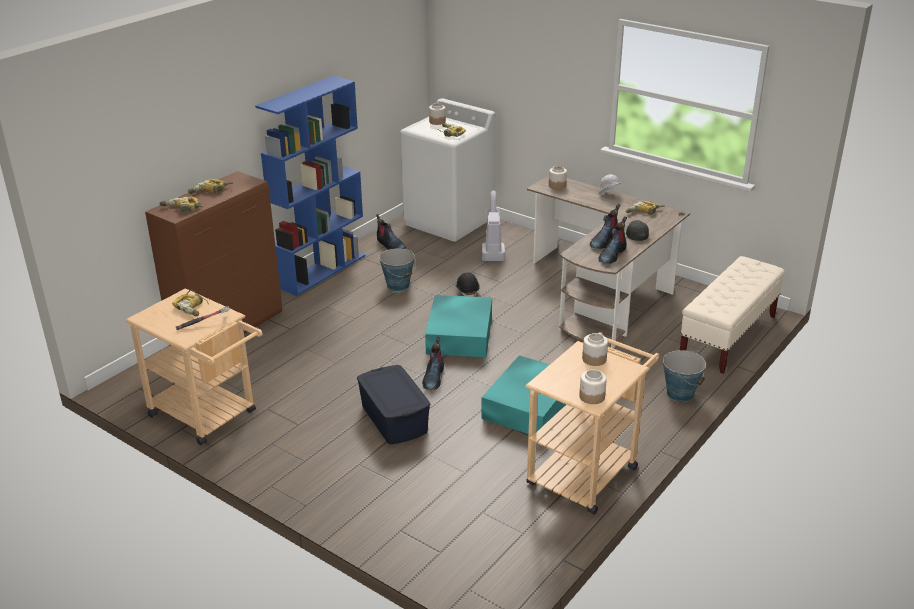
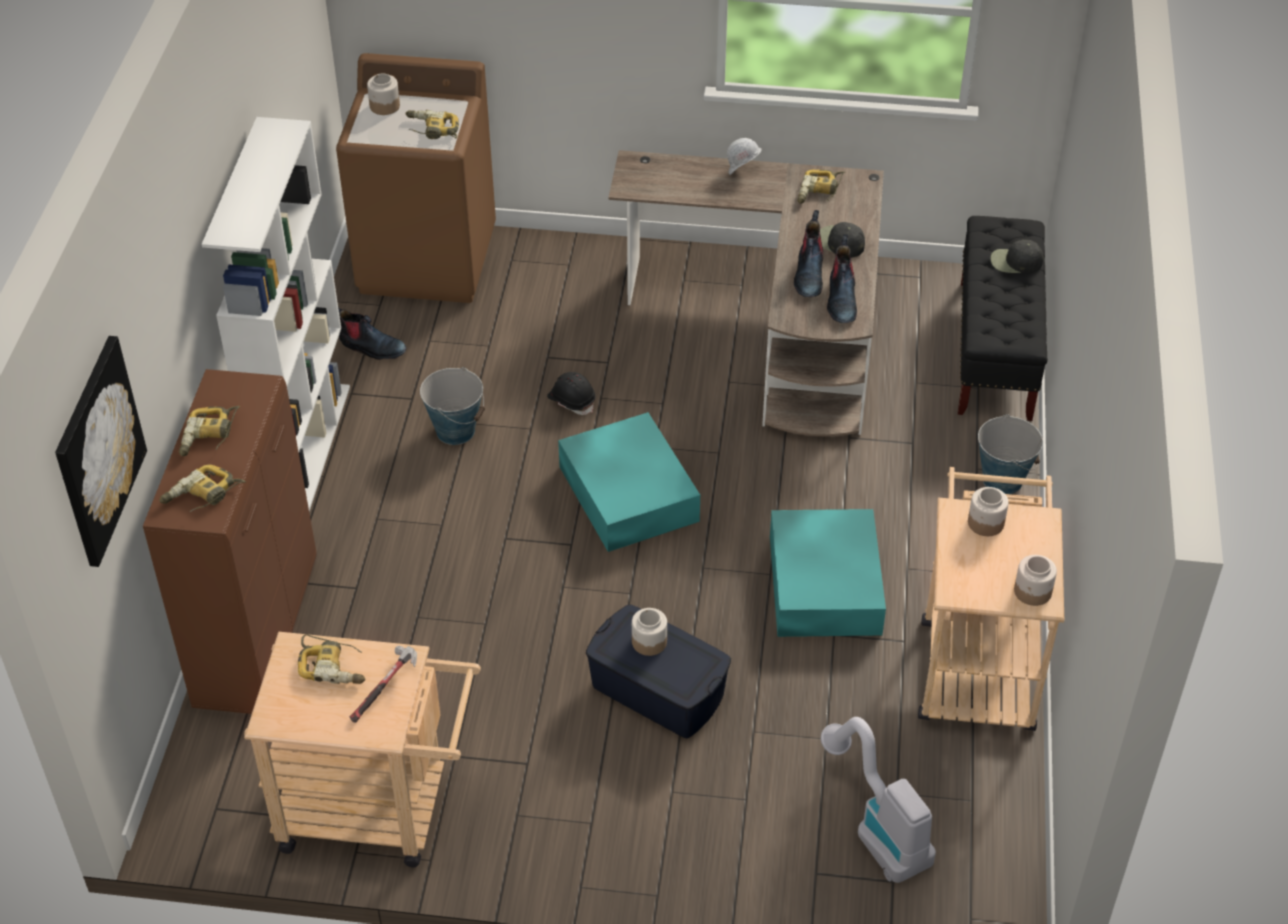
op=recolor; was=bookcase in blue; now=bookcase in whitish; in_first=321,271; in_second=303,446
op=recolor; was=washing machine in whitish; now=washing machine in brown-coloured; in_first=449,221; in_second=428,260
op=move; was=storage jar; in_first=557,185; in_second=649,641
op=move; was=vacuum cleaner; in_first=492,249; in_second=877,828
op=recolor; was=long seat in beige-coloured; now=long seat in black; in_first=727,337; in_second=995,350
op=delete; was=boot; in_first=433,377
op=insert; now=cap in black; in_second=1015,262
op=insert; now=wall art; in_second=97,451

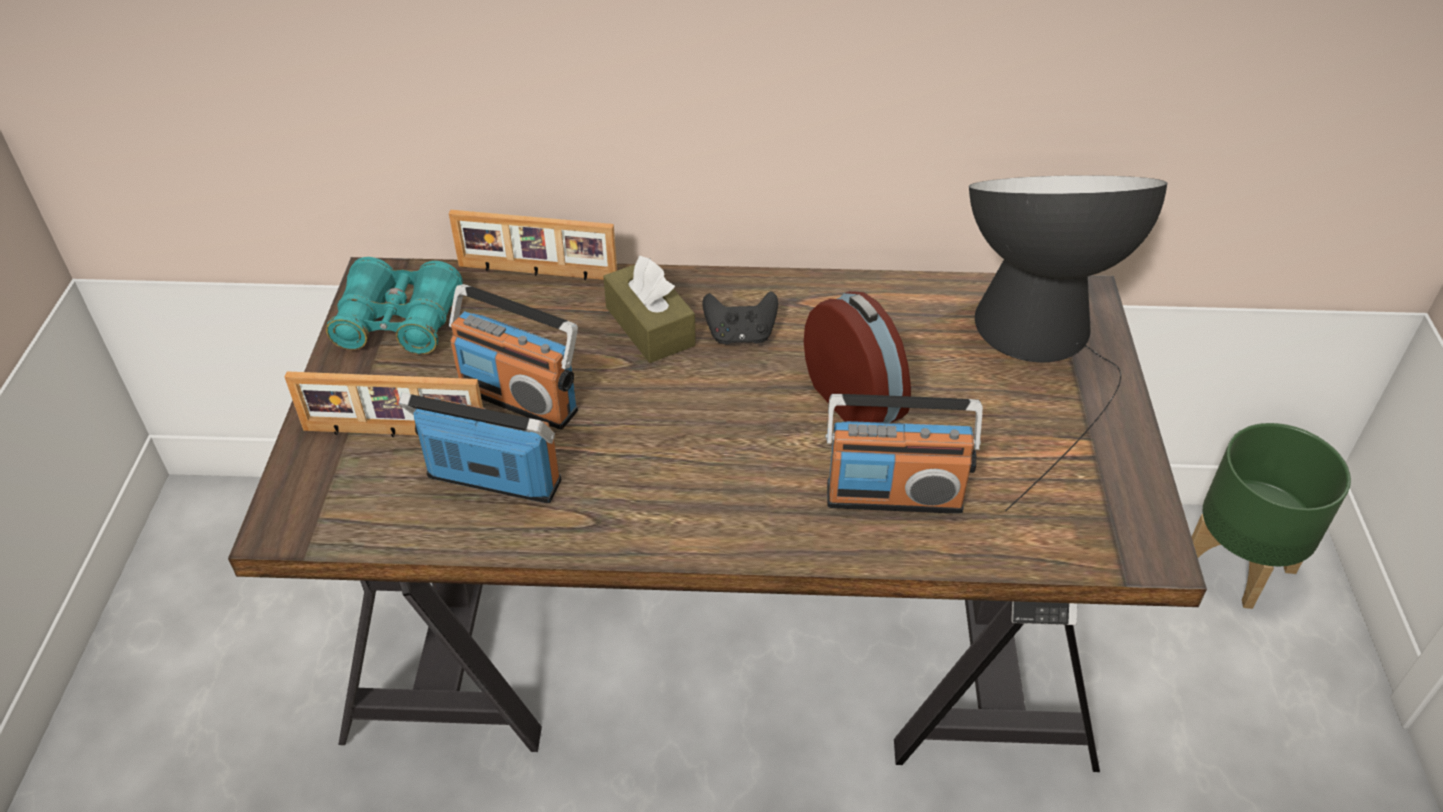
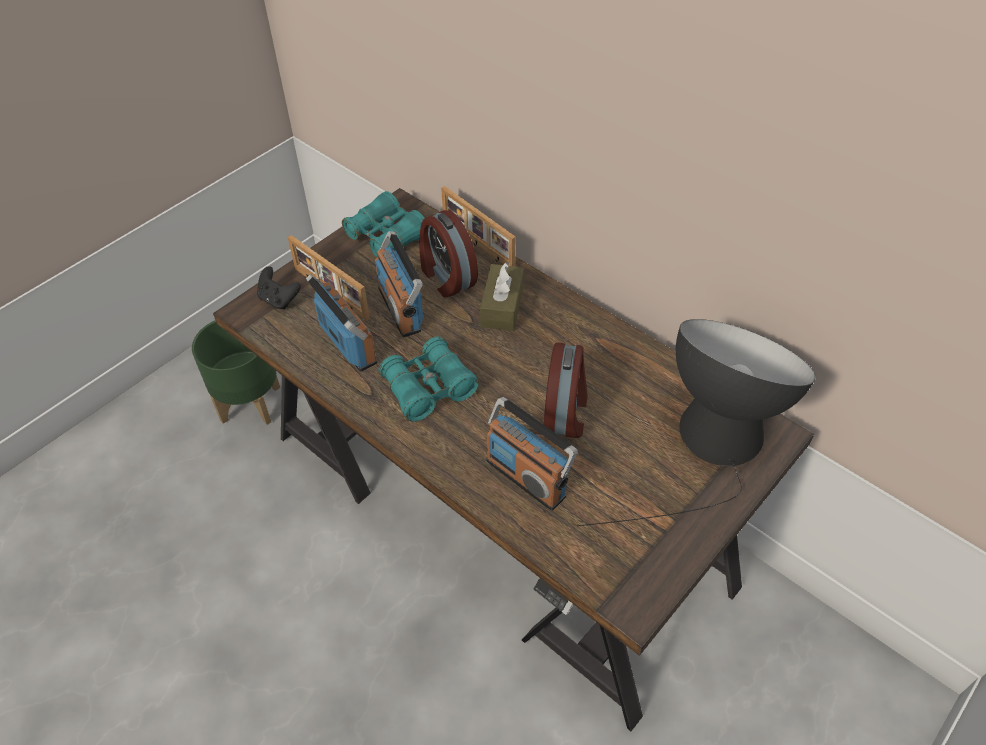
op=move; was=joypad in black; in_first=740,335; in_second=279,300
op=move; was=planter in green-coloured; in_first=1240,565; in_second=250,404
op=insert; now=bedside clock; in_second=446,277
op=insert; now=pair of binoculars in turquoise; in_second=429,388

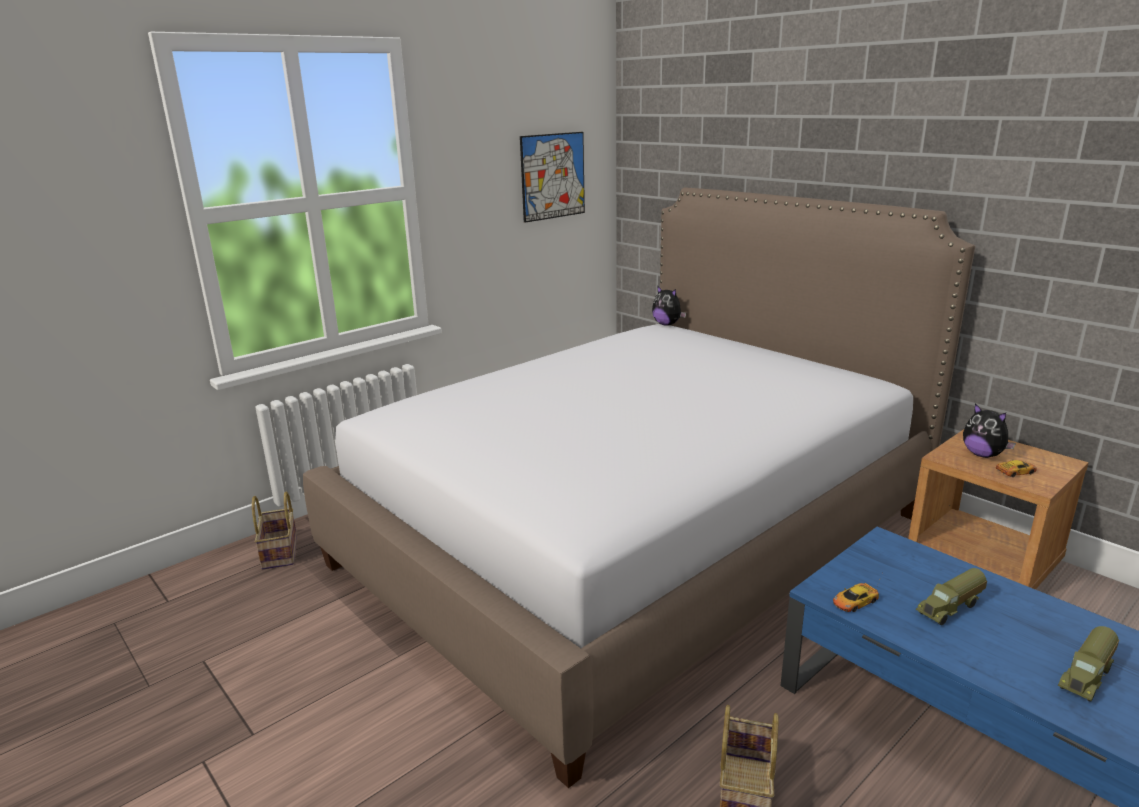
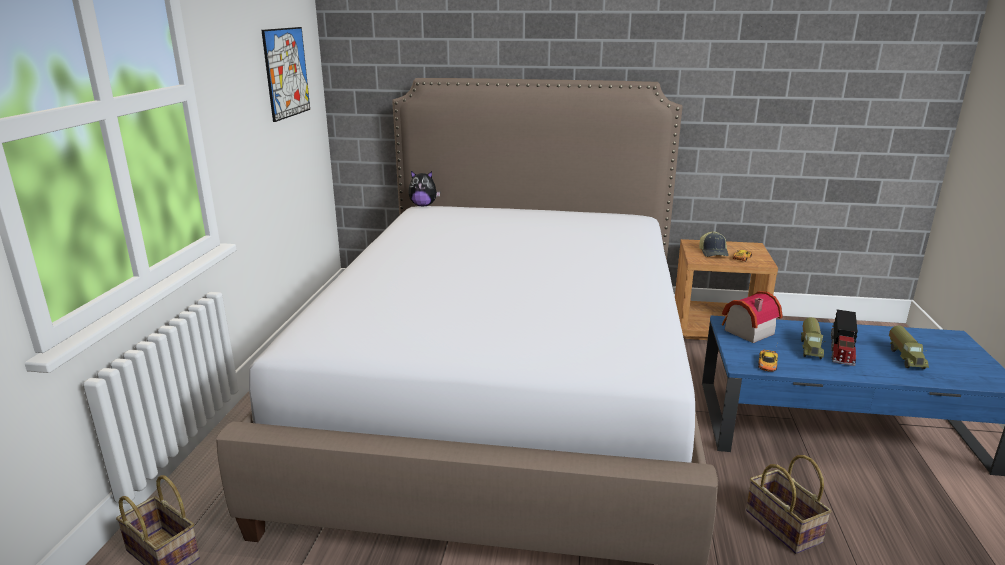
op=replace; was=plush toy; now=cap; in_first=983,455; in_second=713,252
op=insert; now=miniature house; in_second=746,331
op=insert; now=model truck; in_second=842,349

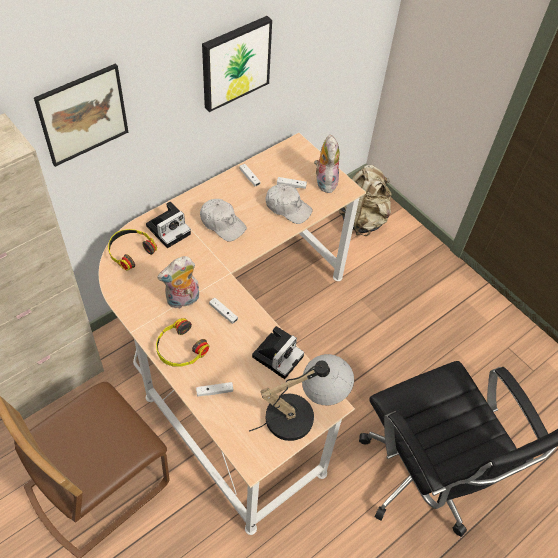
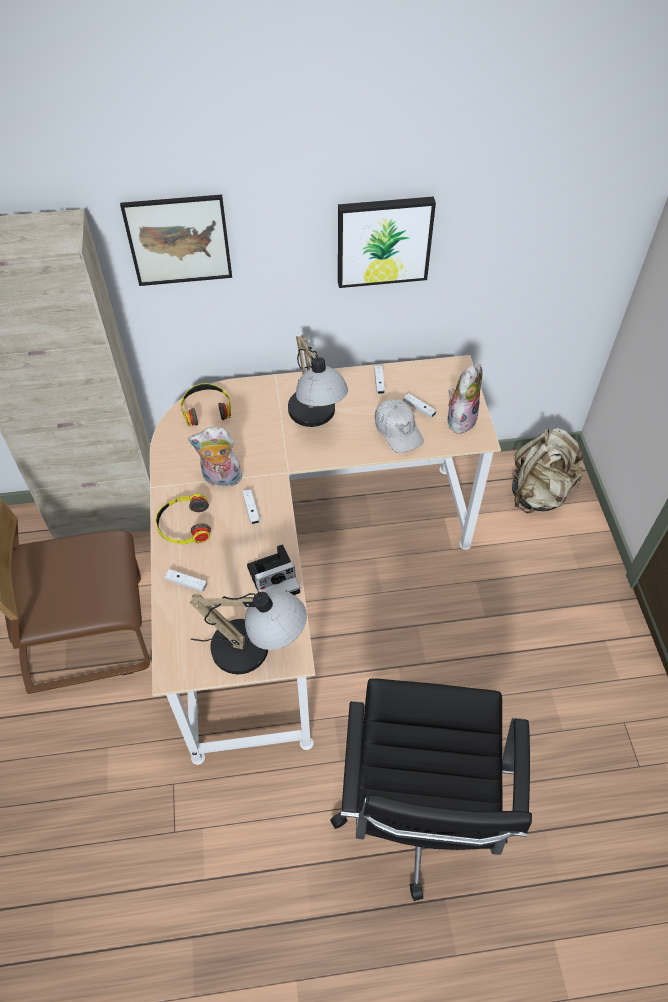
op=replace; was=cap in whitish; now=table lamp; in_first=222,223; in_second=316,419
op=delete; was=photo camera; in_first=169,229

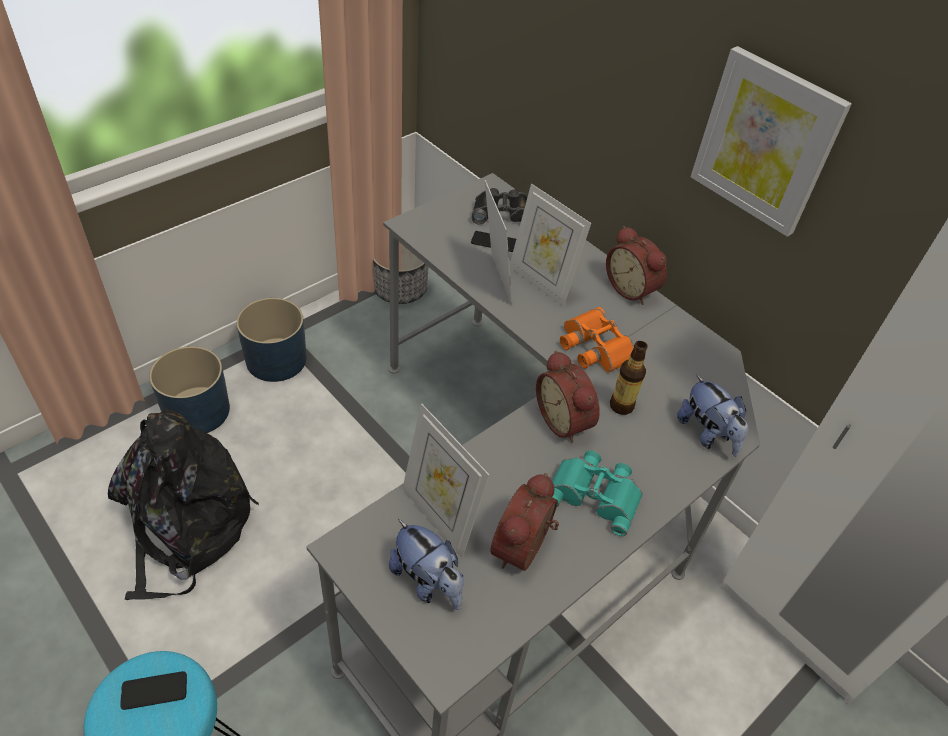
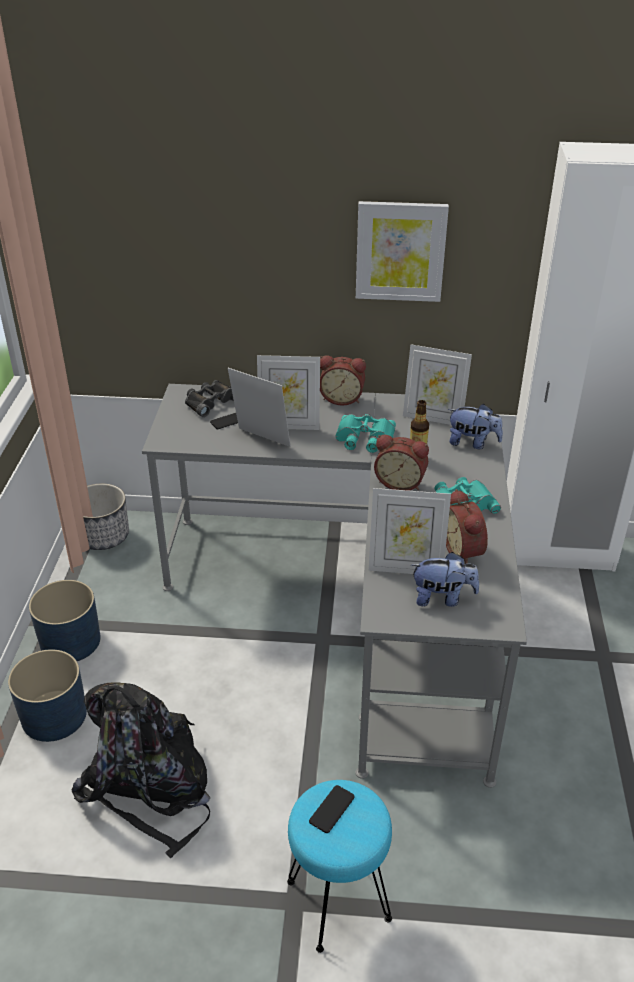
op=recolor; was=pair of binoculars in orange-coloured; now=pair of binoculars in turquoise; in_first=594,346; in_second=364,438
op=insert; now=photo frame; in_second=433,418

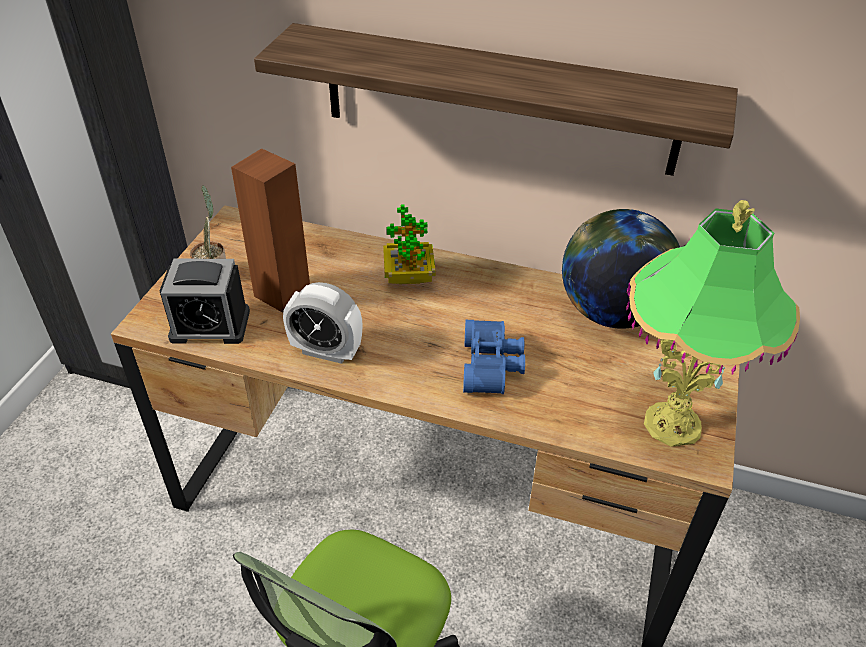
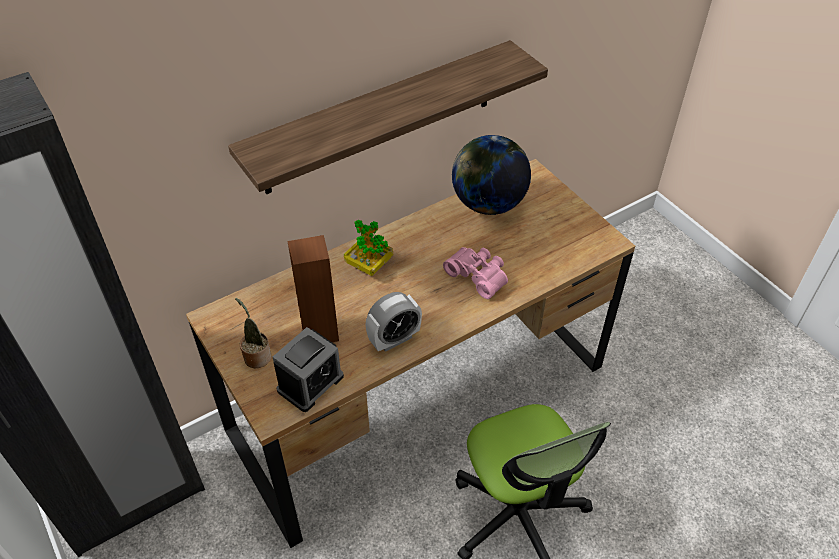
op=delete; was=table lamp; in_first=671,424
op=recolor; was=pair of binoculars in blue; now=pair of binoculars in pinkish; in_first=493,365; in_second=478,275

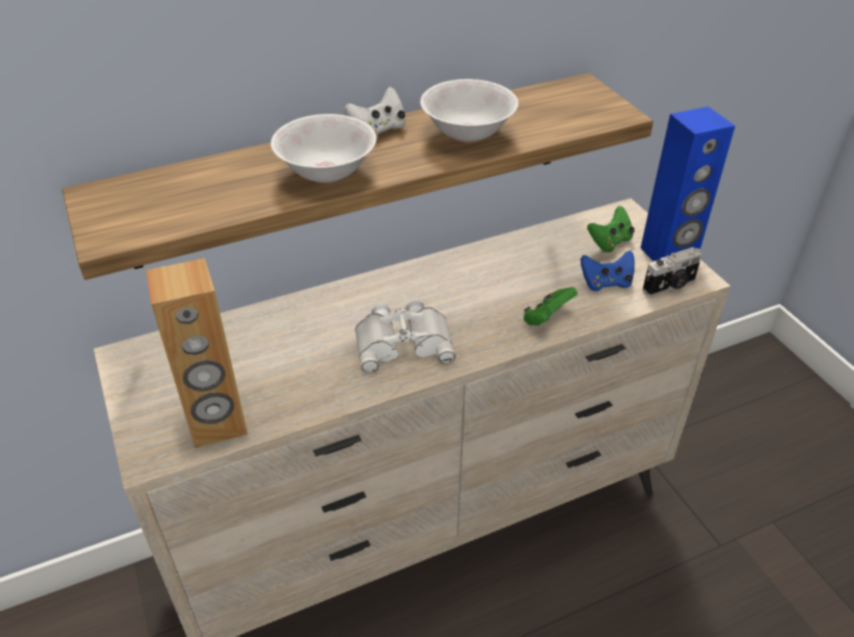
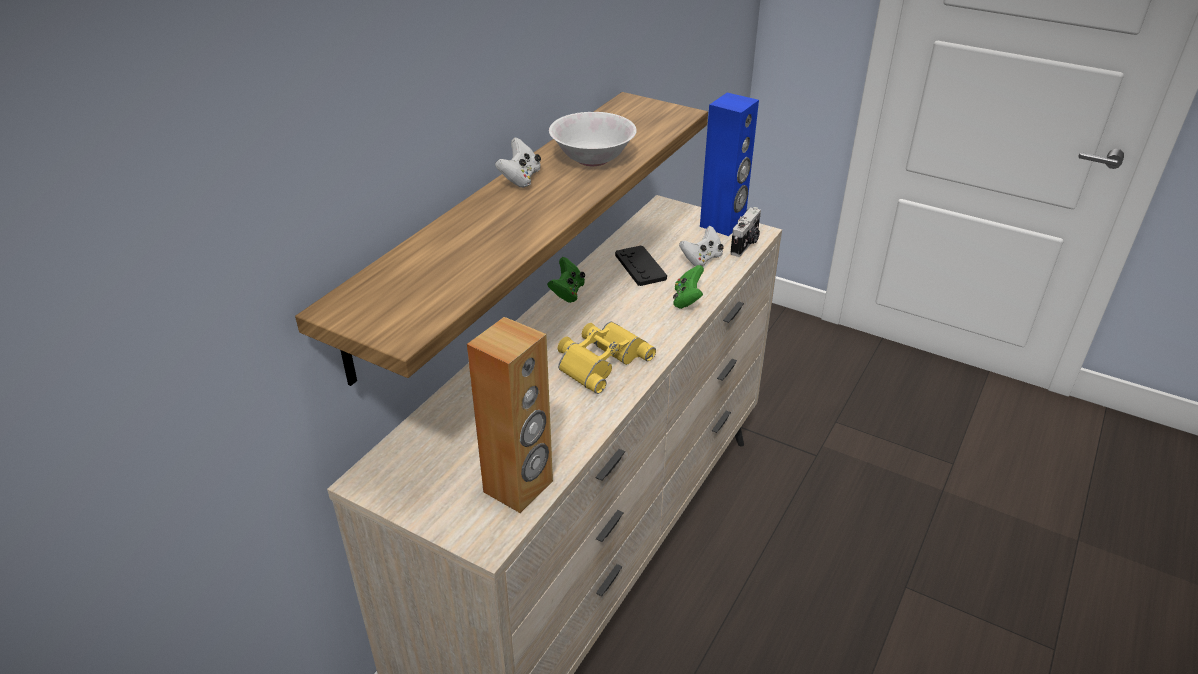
op=delete; was=serving bowl in whitish; in_first=326,172
op=move; was=joypad in green-coloured; in_first=610,242; in_second=567,293
op=recolor; was=joypad in blue; now=joypad in whitish; in_first=606,283; in_second=702,259
op=recolor; was=pair of binoculars in whitish; now=pair of binoculars in yellowish; in_first=403,341; in_second=600,360
op=insert; now=joypad in black; in_second=640,267

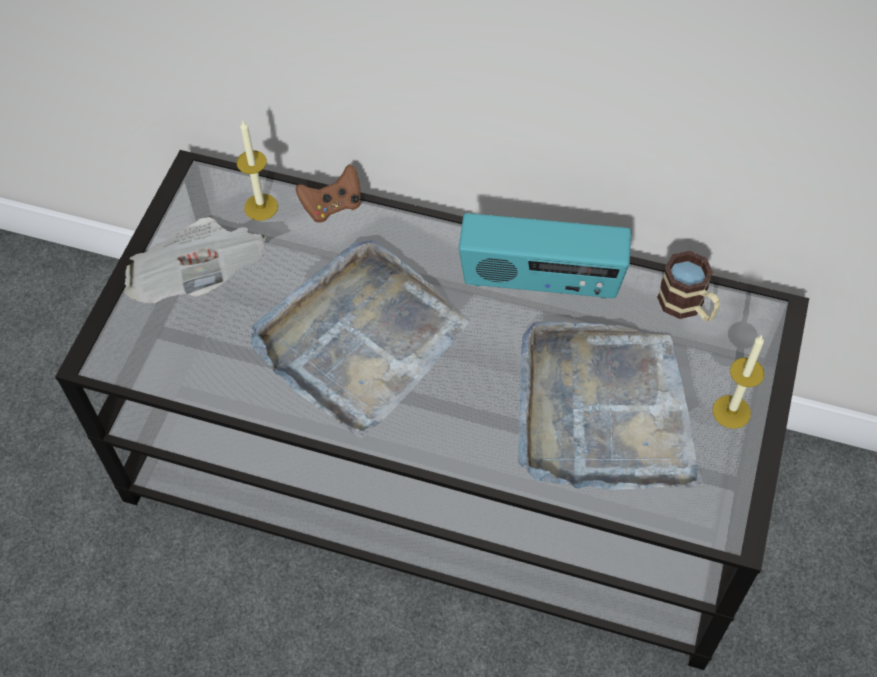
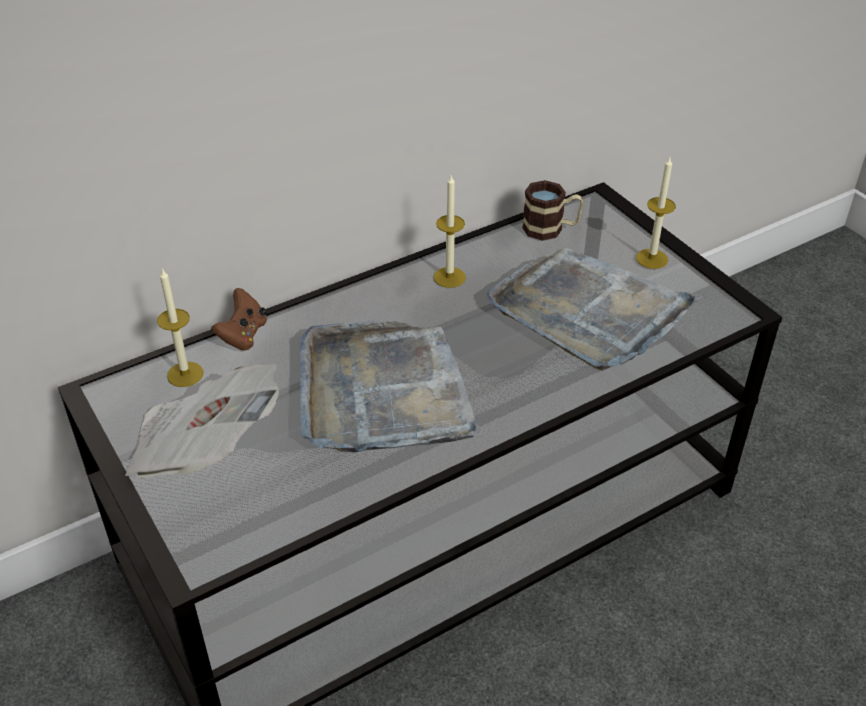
op=replace; was=radio; now=wax candle; in_first=540,282; in_second=449,277

